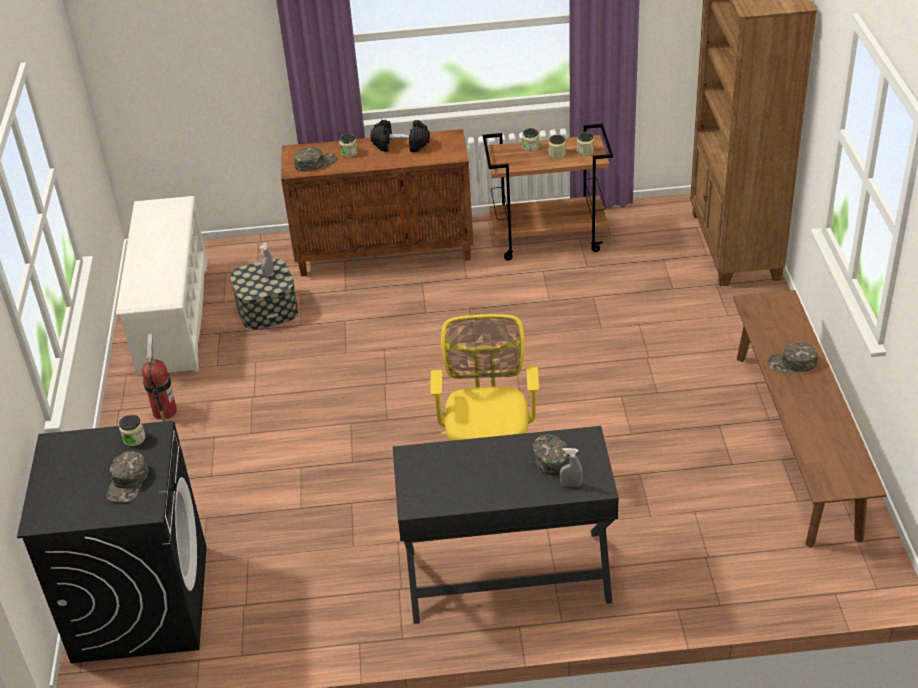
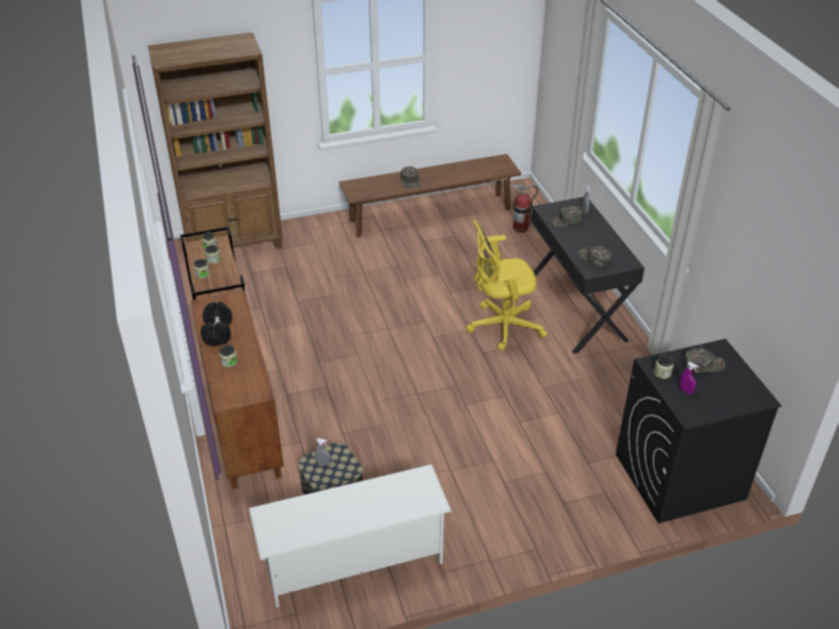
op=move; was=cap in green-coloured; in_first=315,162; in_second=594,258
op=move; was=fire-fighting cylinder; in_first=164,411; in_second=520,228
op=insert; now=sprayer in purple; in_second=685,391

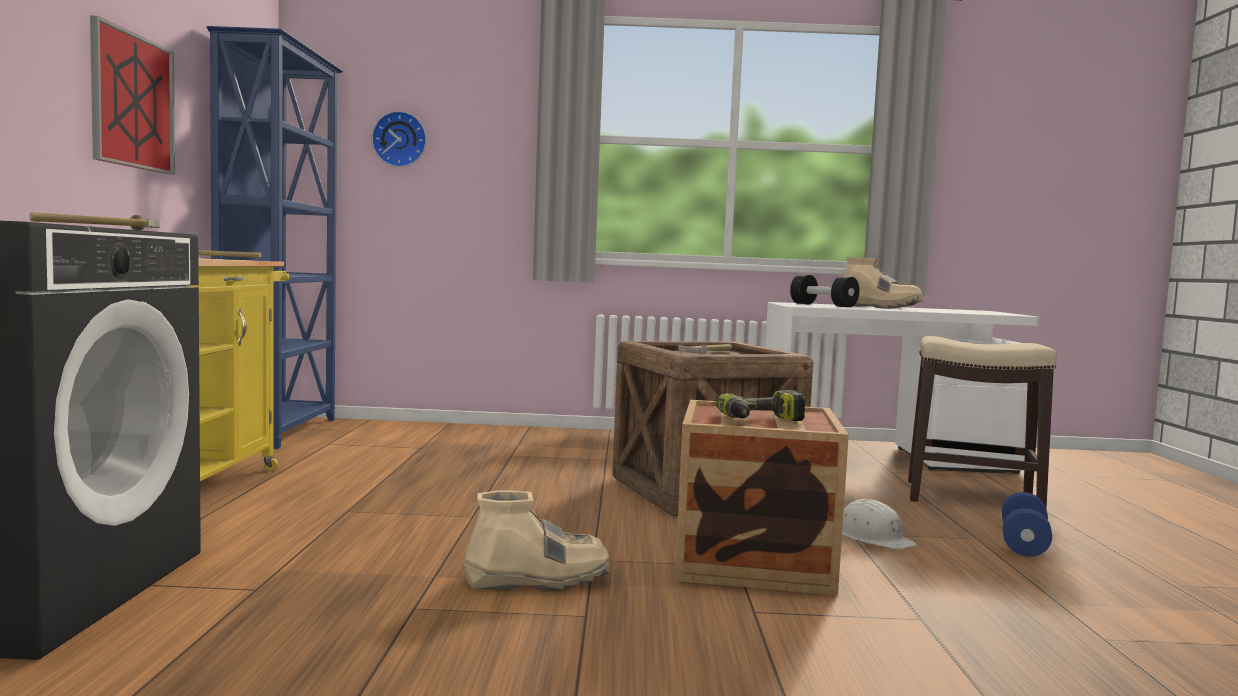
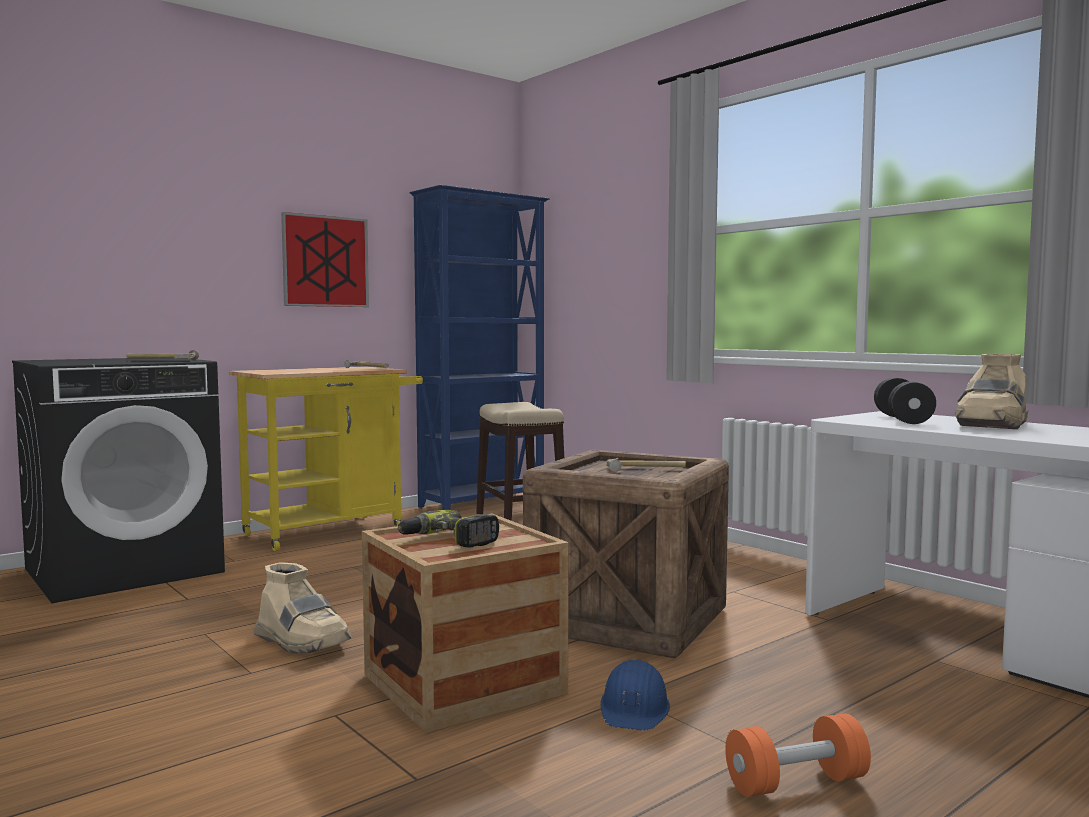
op=delete; was=clock on the wall; in_first=400,139
op=rotate; was=boot in beige-coloured; in_first=879,307; in_second=991,425; clockwise=45
op=move; was=sitting stool; in_first=970,497; in_second=520,522
op=recolor; was=free weight in blue; now=free weight in orange-coloured; in_first=1023,543; in_second=796,783
op=recolor; was=hard hat in whitish; now=hard hat in blue; in_first=872,538; in_second=635,709

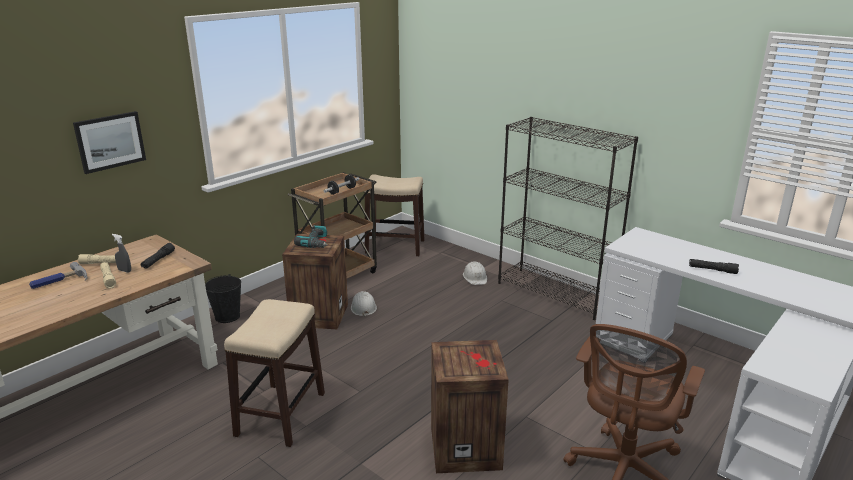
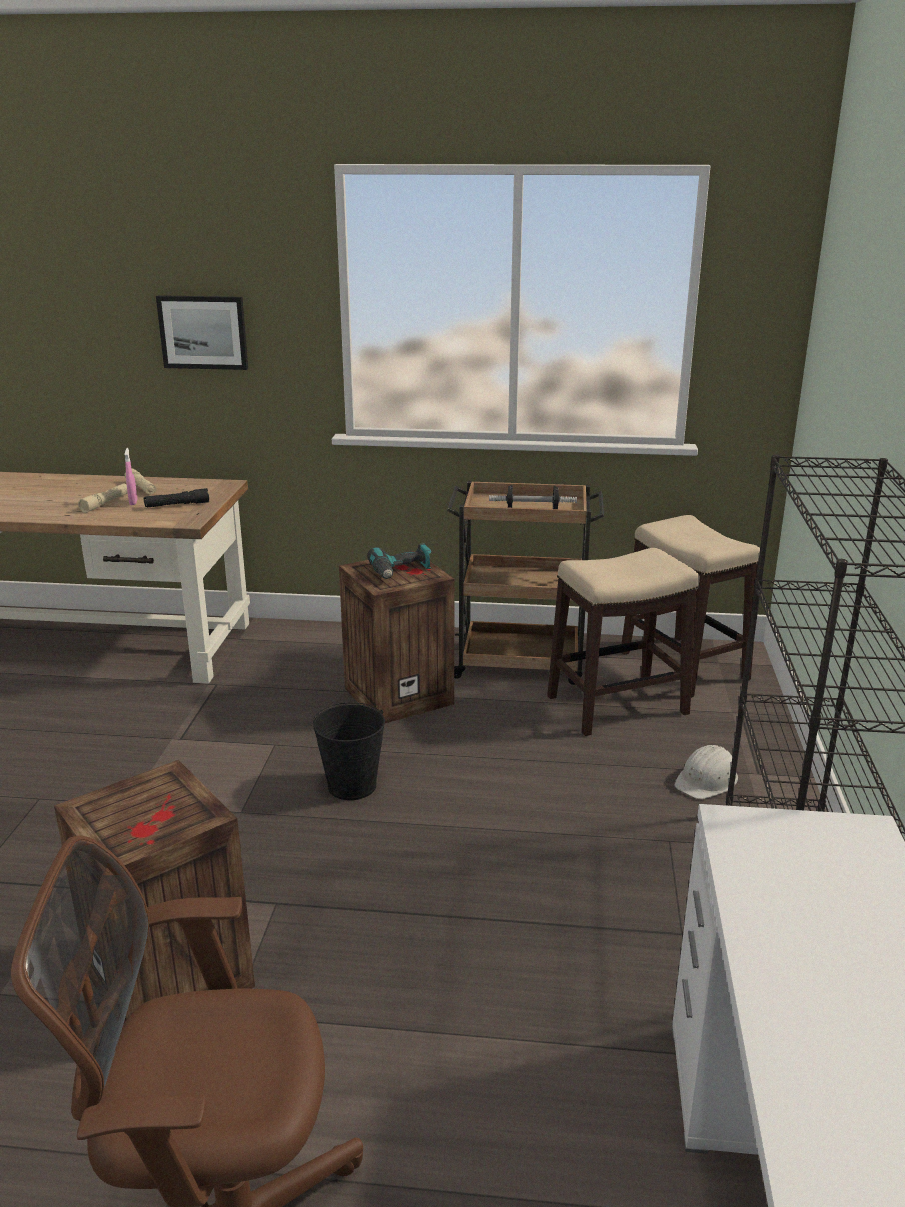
op=recolor; was=sprayer in gray; now=sprayer in pinkish; in_first=124,271; in_second=133,502
op=delete; was=torch in black; in_first=712,270
op=delete; was=hammer; in_first=59,282
op=move; was=water bucket in black; in_first=227,316; in_second=352,786
op=delete; was=hard hat in whitish; in_first=363,307
op=move; was=sitting stool; in_first=280,414; in_second=616,705

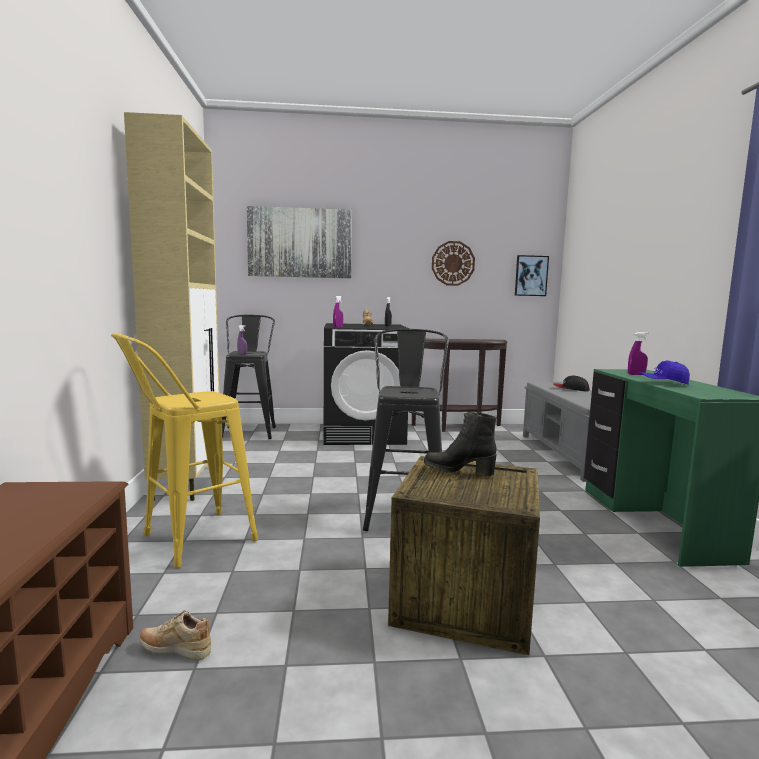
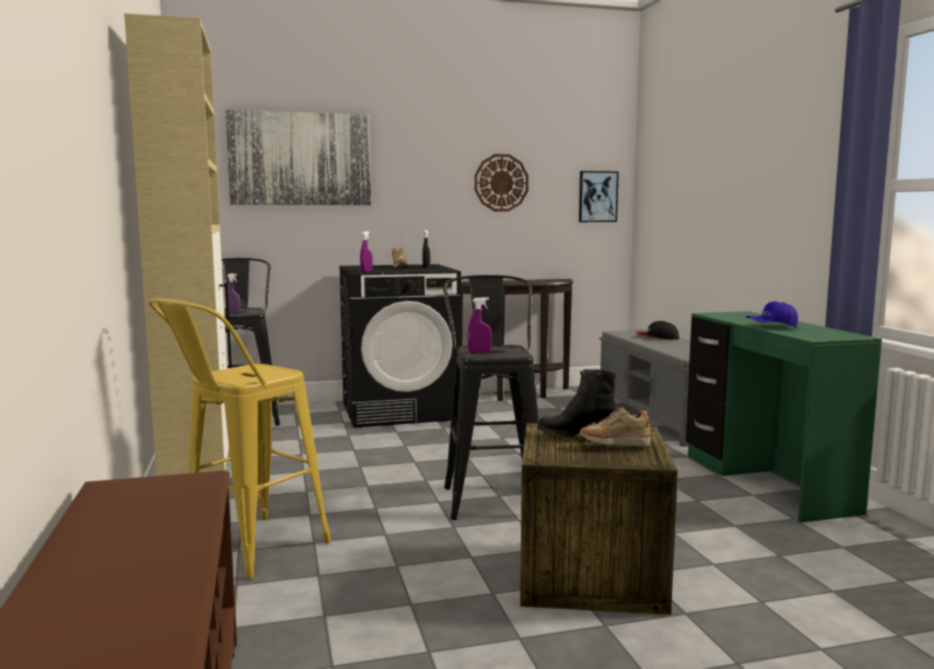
op=move; was=sprayer in purple; in_first=636,374; in_second=479,352
op=move; was=low shoe in beige-coloured; in_first=176,650; in_second=614,445

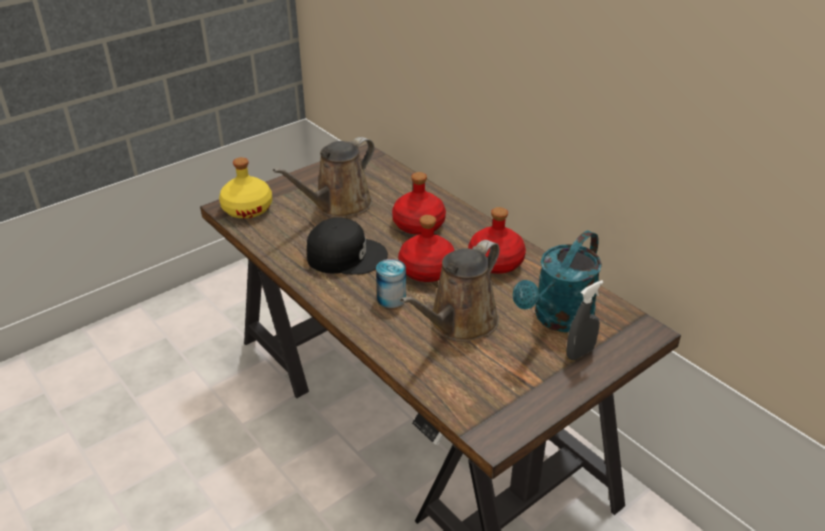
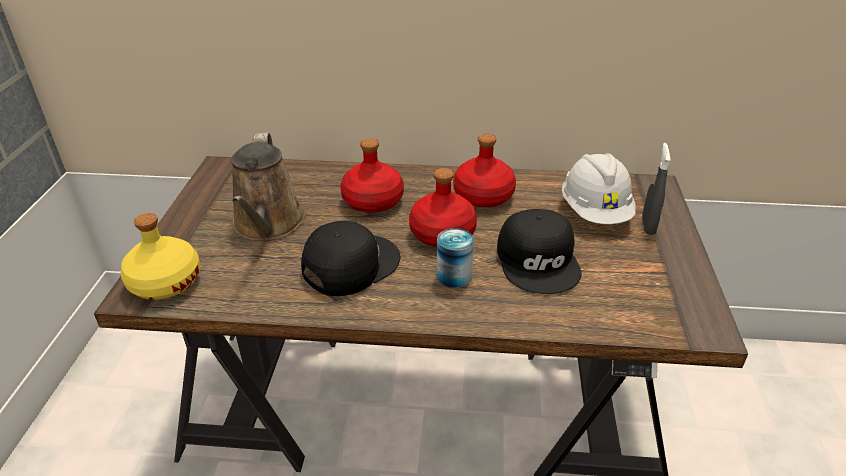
op=replace; was=watering can in turquoise; now=hard hat in whitish; in_first=558,319; in_second=595,212
op=replace; was=watering can in brown-coloured; now=cap in black; in_first=459,323; in_second=539,260

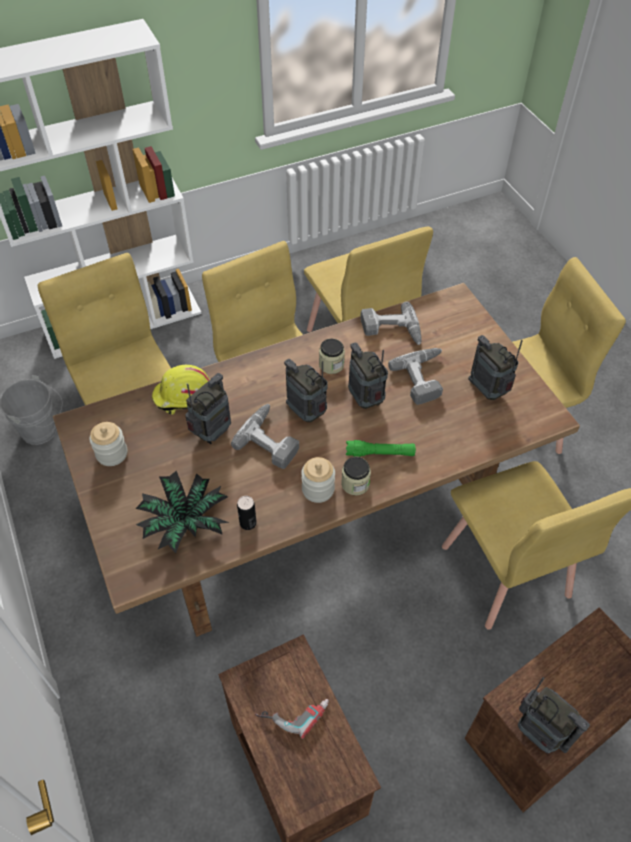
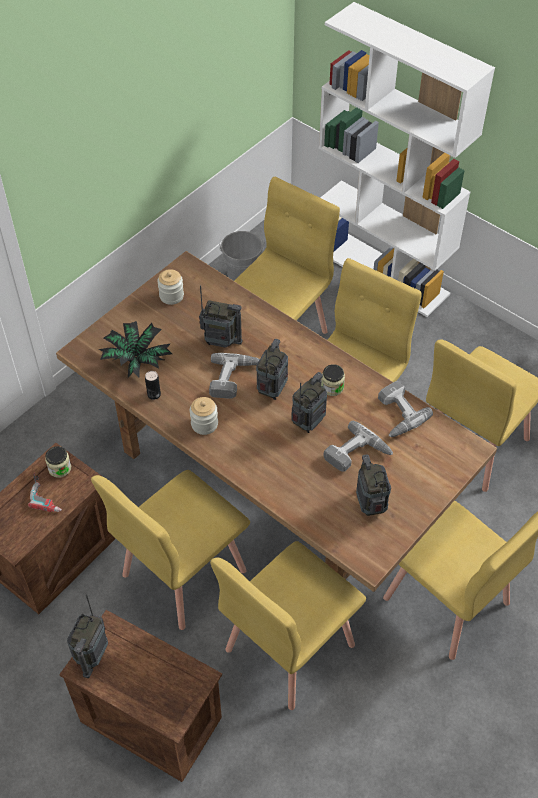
op=rotate; was=radio; in_first=488,392; in_second=371,506; clockwise=-45
op=delete; was=hard hat in yellowish; in_first=183,396
op=delete; was=torch in green-coloured; in_first=380,453
op=move; was=storage jar; in_first=355,484; in_second=59,468
op=insert; now=plain chair in yellowish; in_second=182,573

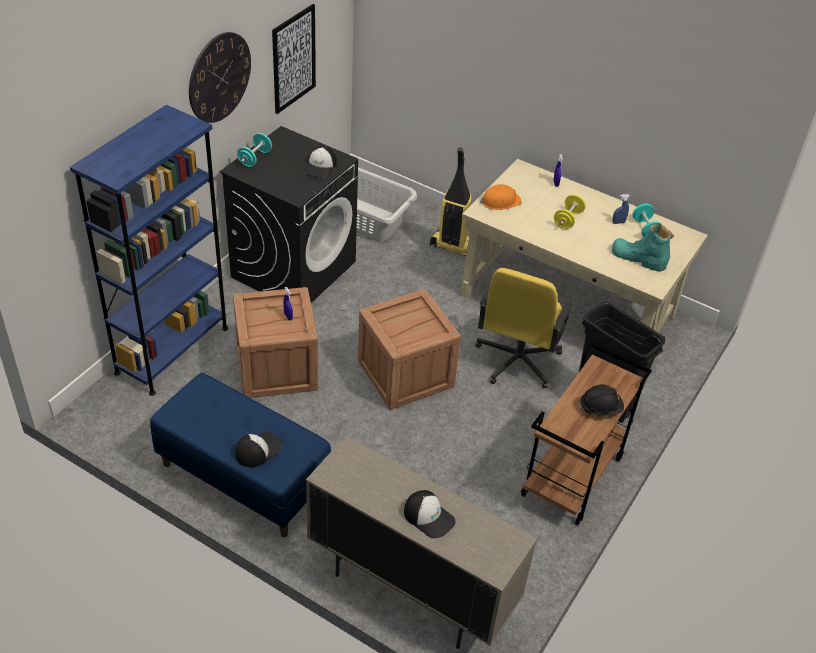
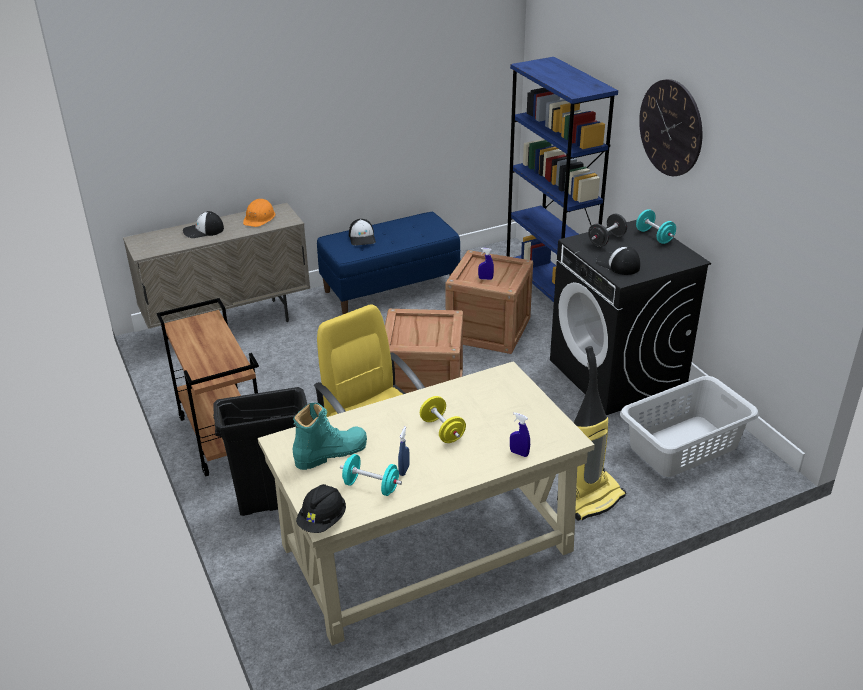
op=delete; was=wall art; in_first=293,59
op=move; was=hard hat in orange-coloured; in_first=500,201; in_second=259,218
op=move; was=hard hat in black; in_first=600,408; in_second=322,520
op=insert; now=free weight in black; in_second=606,240

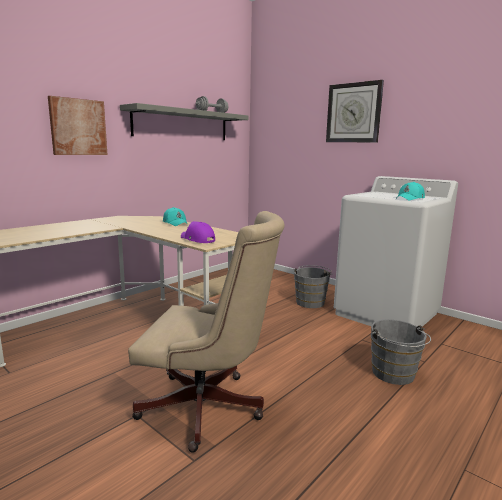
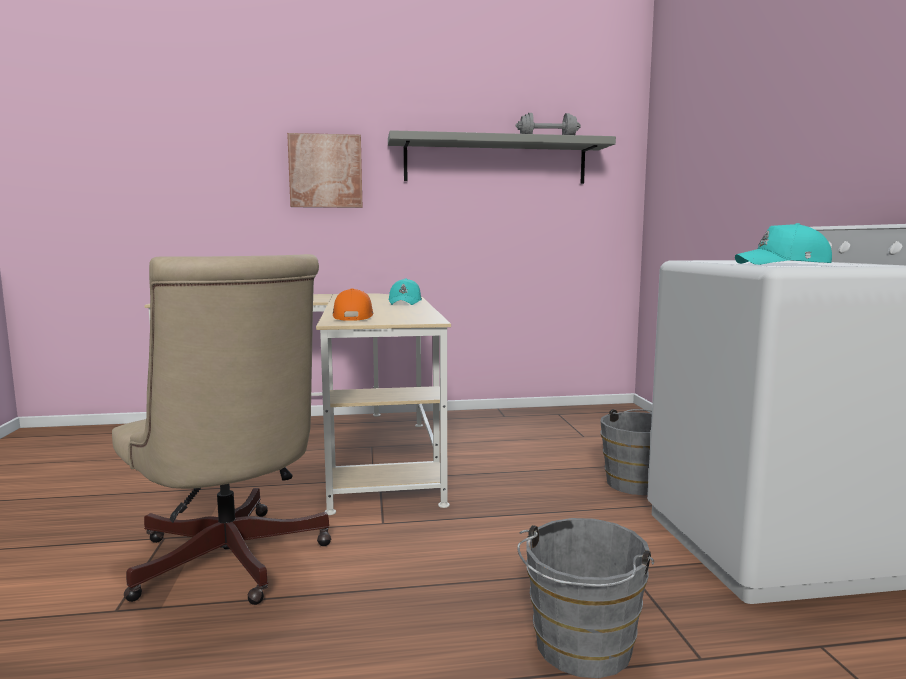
op=delete; was=clock on the wall; in_first=353,113
op=recolor; was=cap in purple; now=cap in orange-coloured; in_first=197,239; in_second=352,317

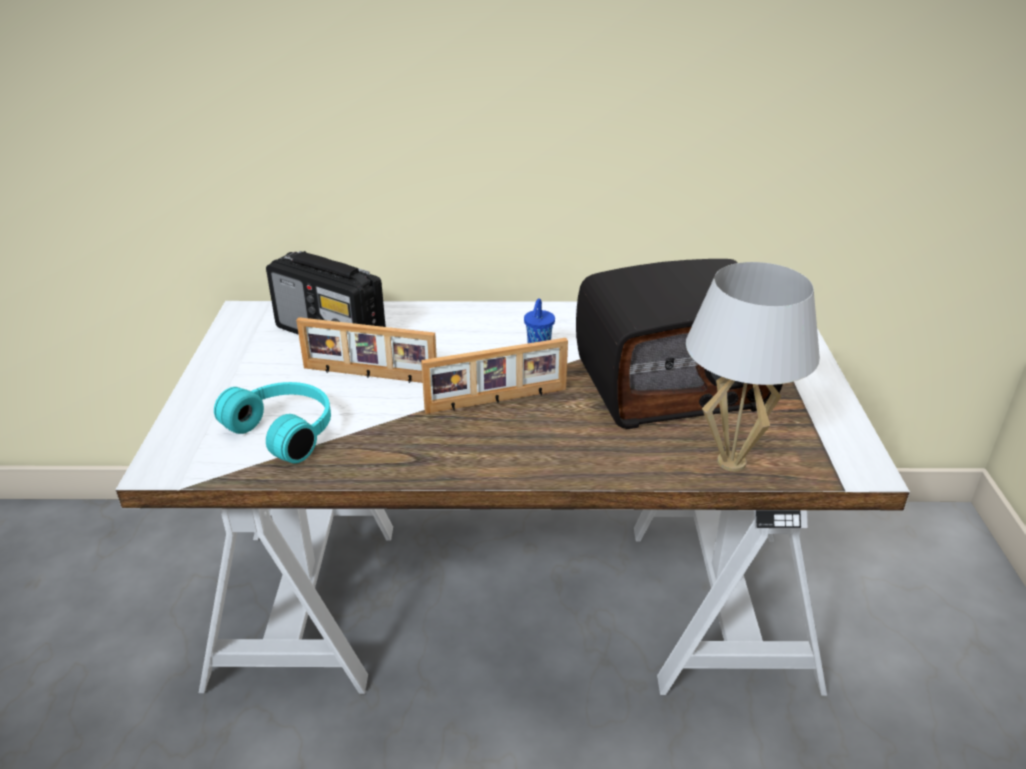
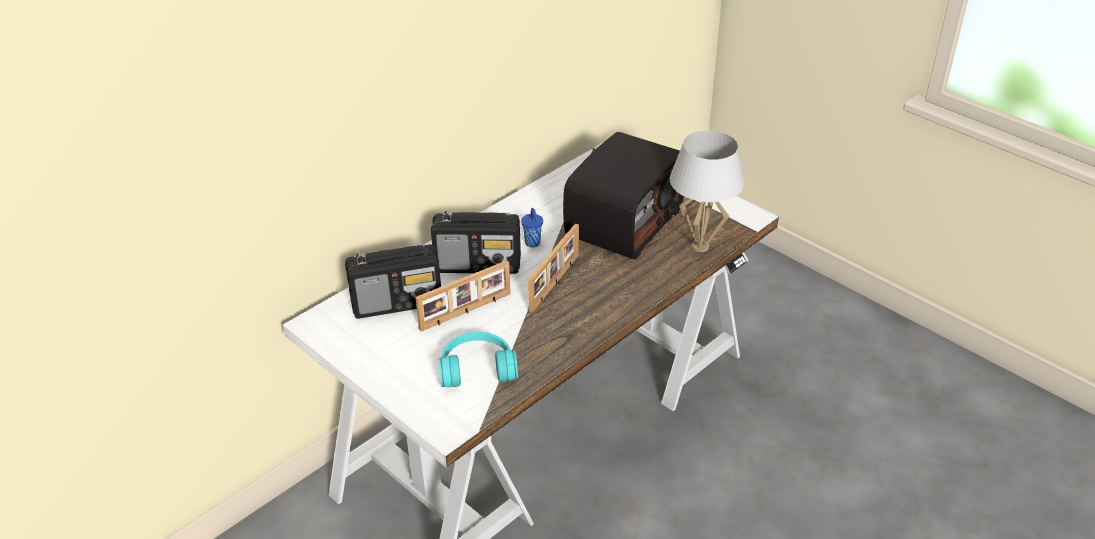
op=insert; now=radio; in_second=478,264

